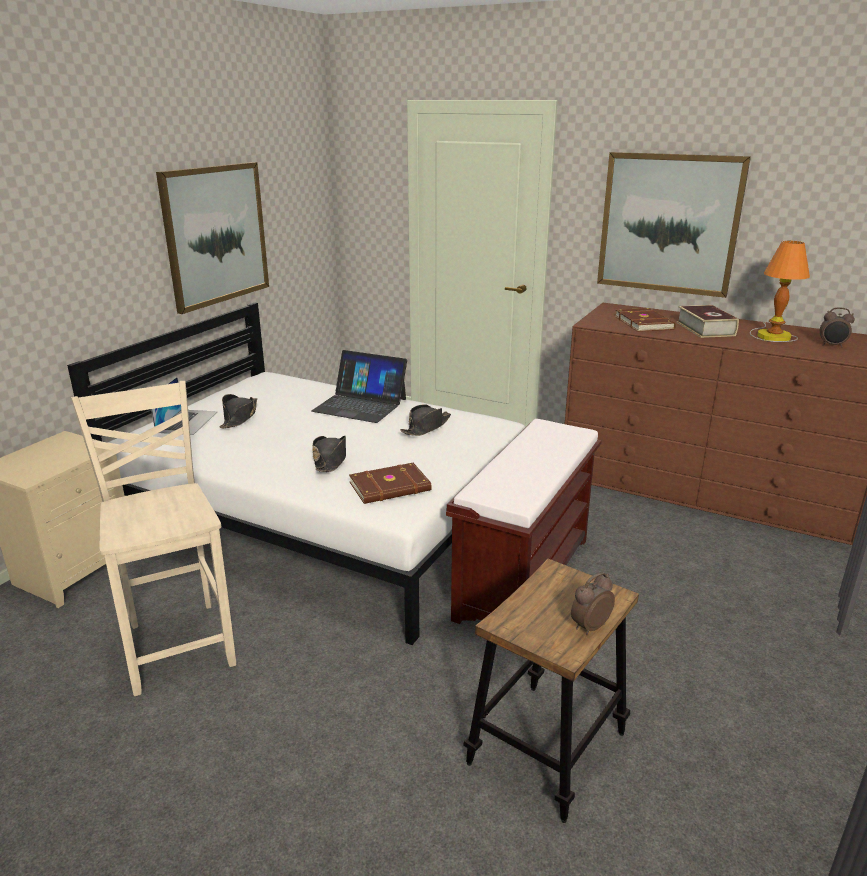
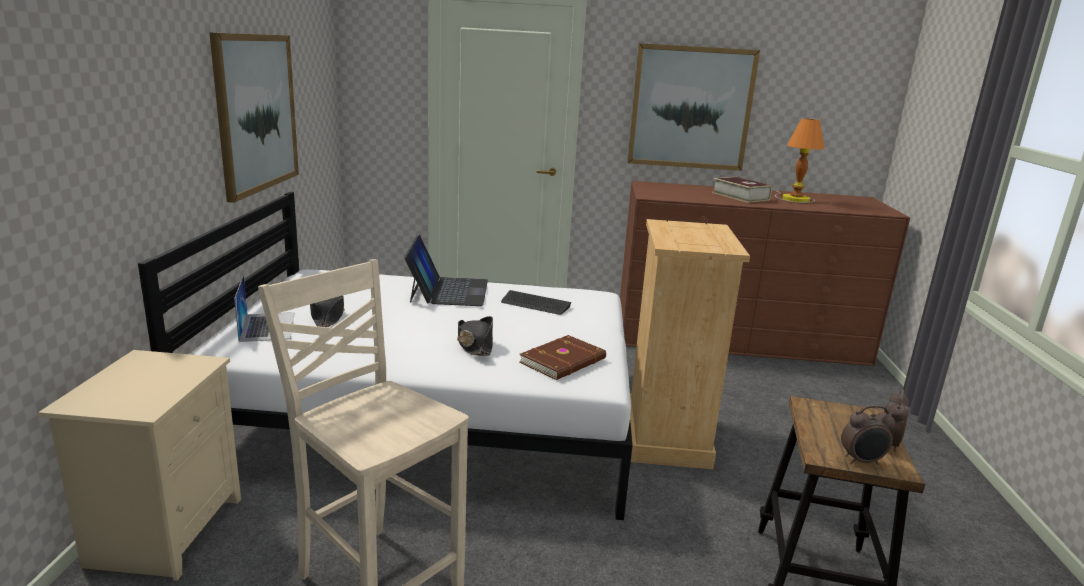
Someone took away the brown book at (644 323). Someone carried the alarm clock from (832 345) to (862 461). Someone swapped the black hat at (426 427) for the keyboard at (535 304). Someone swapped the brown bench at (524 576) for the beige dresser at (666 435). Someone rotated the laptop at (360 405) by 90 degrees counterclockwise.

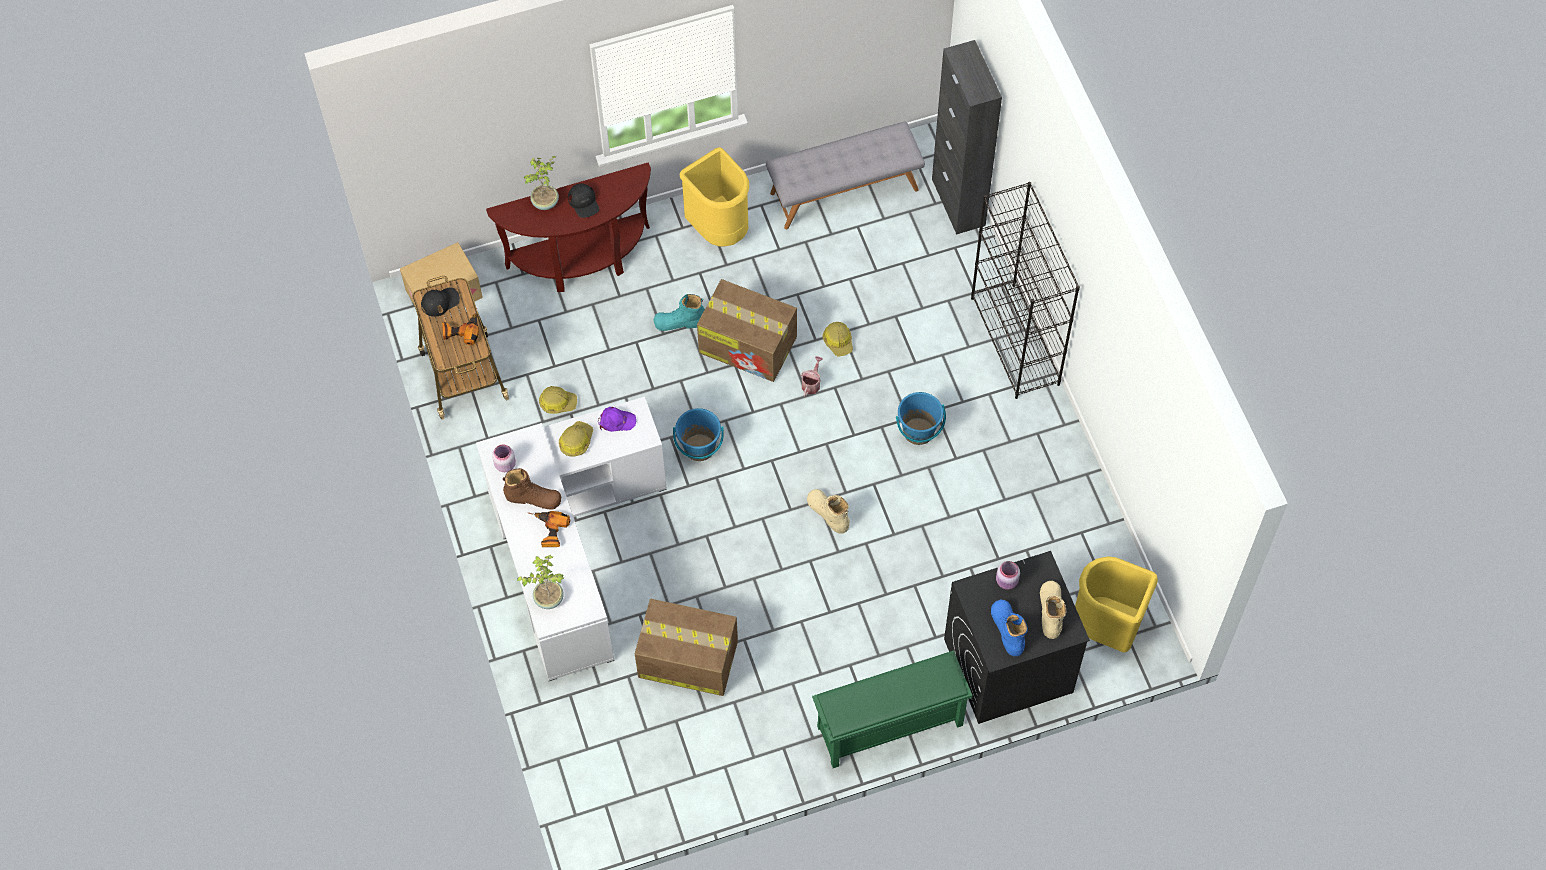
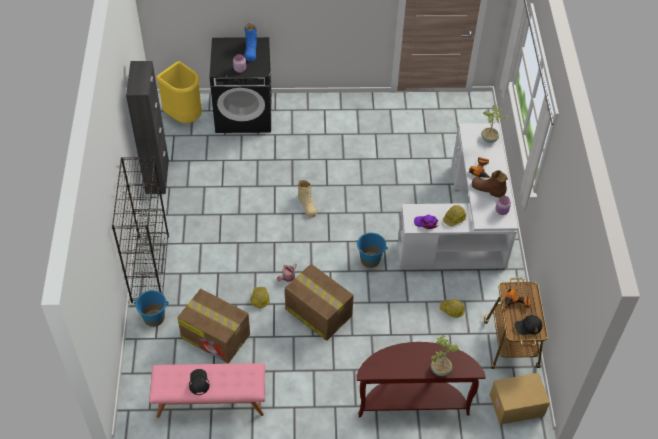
Someone took away the turquoise boot at (680 322). Someone took away the yellow trash can at (719 229). Someone took away the green shoe rack at (888 727). Someone took away the beige boot at (1050 611). Someone carried the black cap from (583 202) to (199 382). Someone carried the cardboard box from (686 659) to (216 336). Someone carried the blue bucket from (918 432) to (154 317). Someone carried the black cabinet from (958 202) to (157 177). Someone repainted the grey bench at (844 190), which became the pink bench at (210 401).

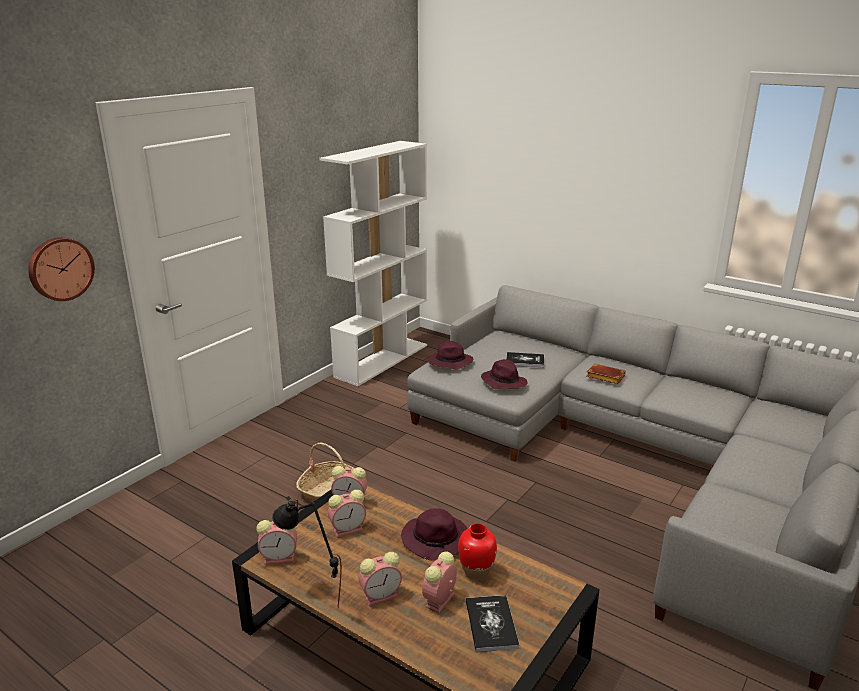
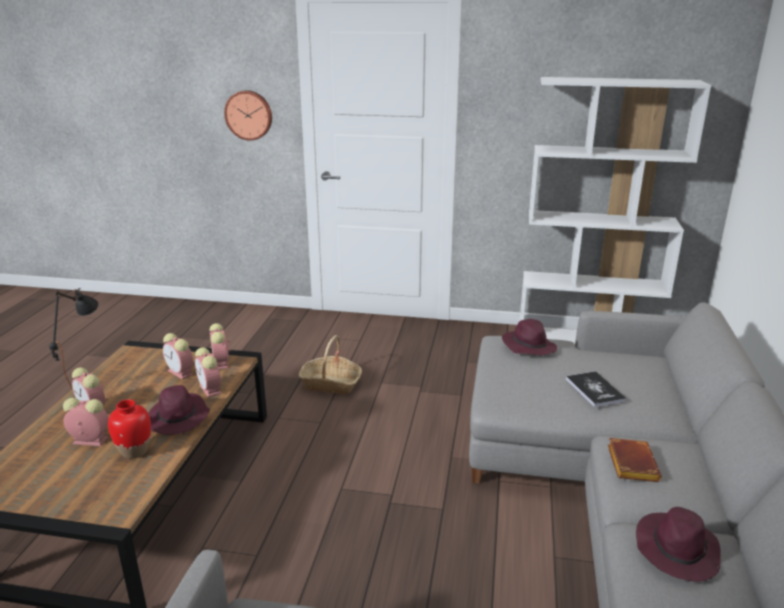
Someone took away the book at (491 624). Someone carried the alarm clock from (280 557) to (211 389). Someone carried the purple hat from (503 382) to (676 549).

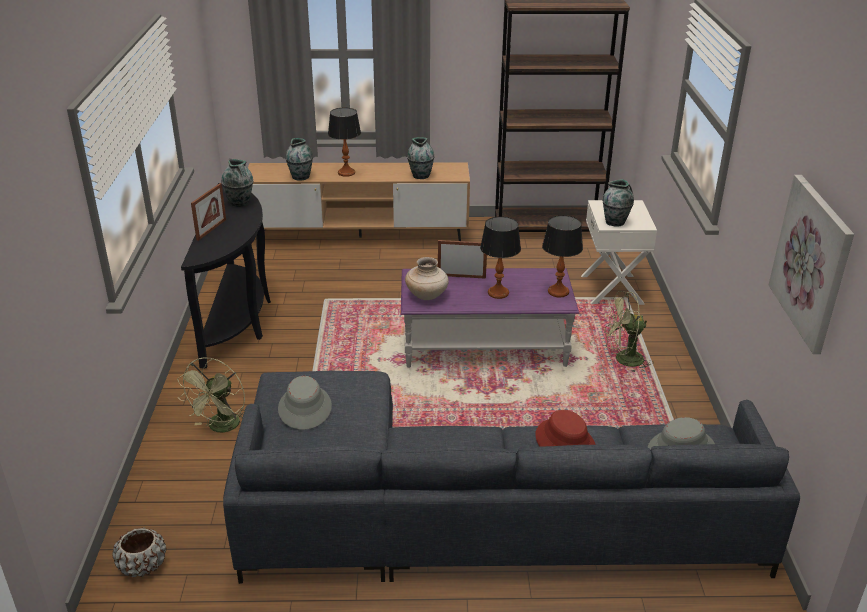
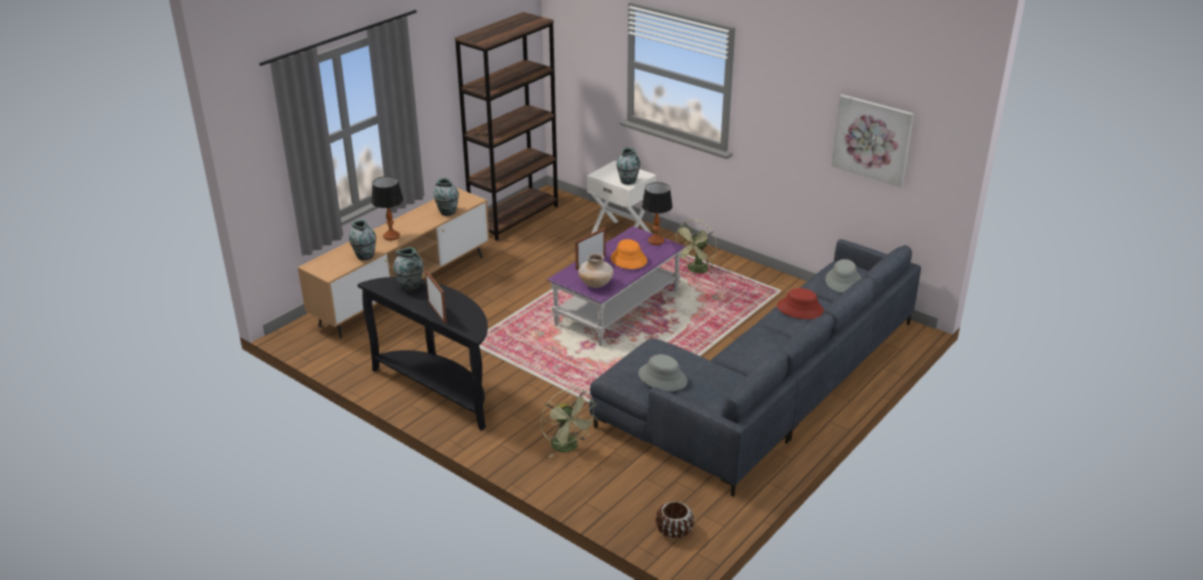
Someone swapped the table lamp at (498 293) for the orange hat at (628 260).

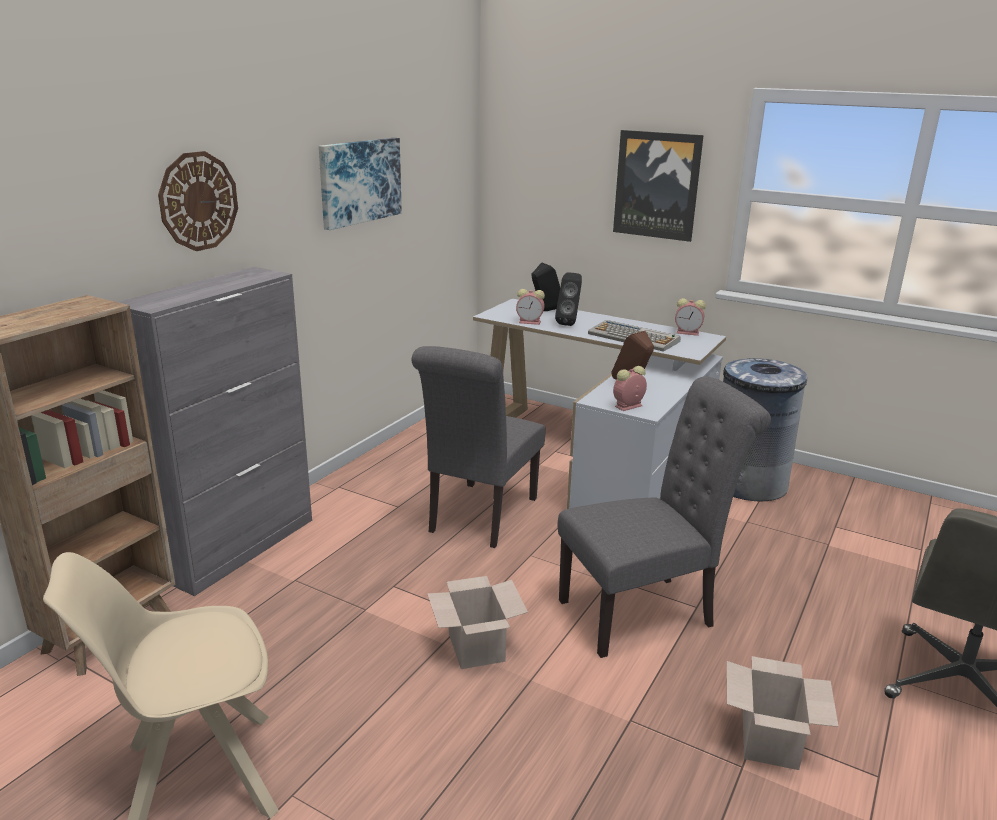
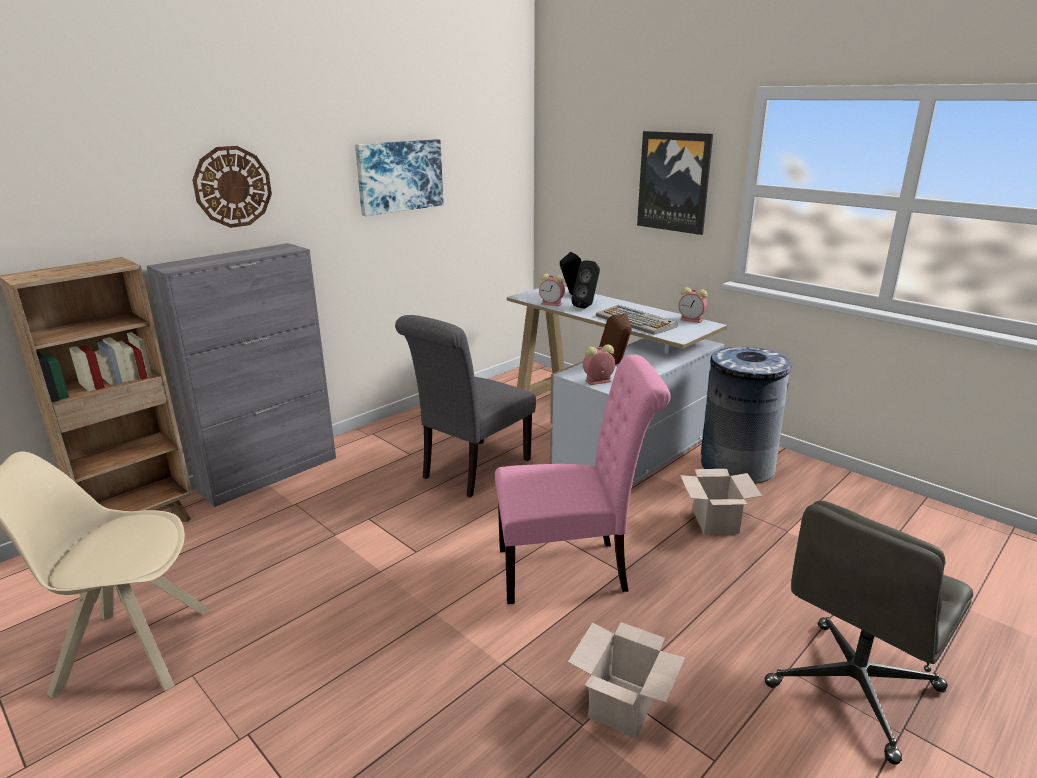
Someone carried the cardboard box from (475 646) to (714 521). Someone repainted the grey chair at (645 612), which became the pink chair at (571 569).

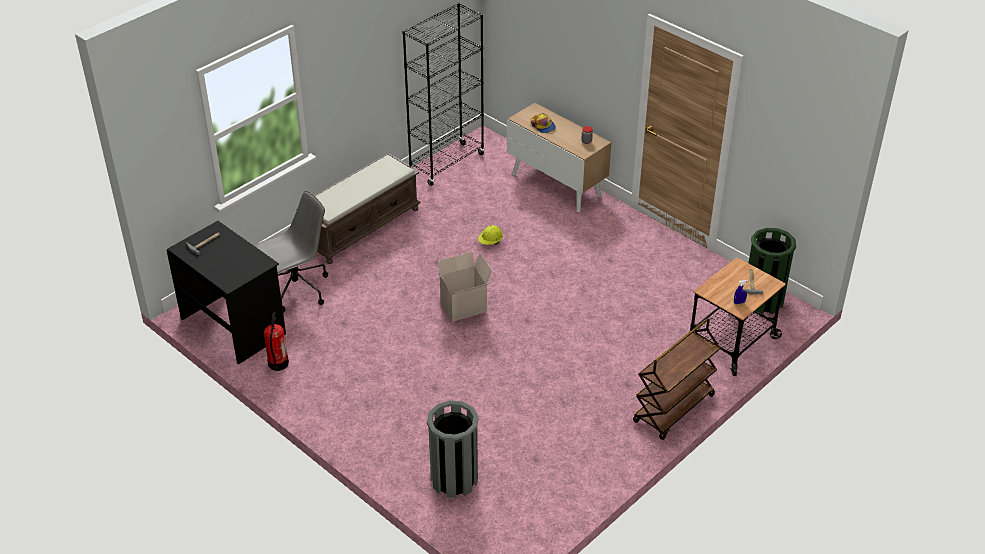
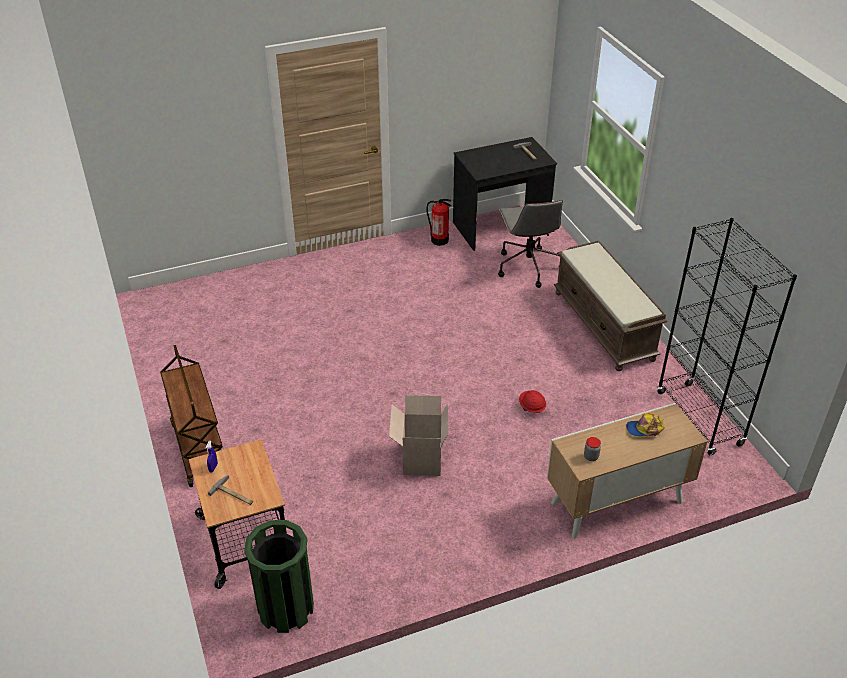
Someone took away the grey trash can at (454 479). Someone carried the cardboard box from (463 308) to (420 458). Someone repainted the yellow hard hat at (490 242), which became the red hard hat at (531 407).

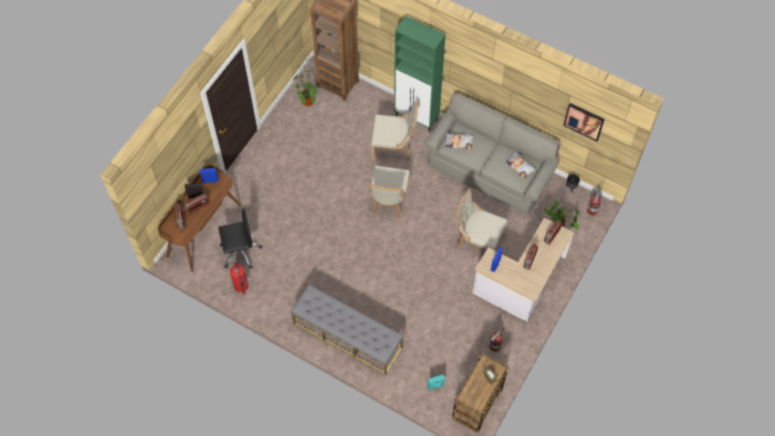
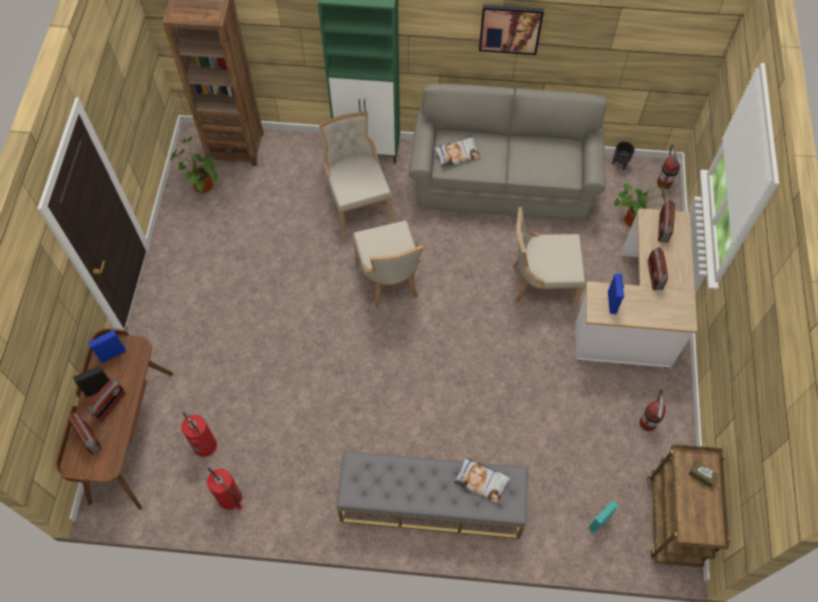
Someone carried the pillow from (520 166) to (481 481). Someone carried the picture from (584 121) to (510 28). Someone swapped the black office chair at (240 251) for the fire extinguisher at (204 444). Someone rotated the beige chair at (394 147) by 90 degrees counterclockwise.

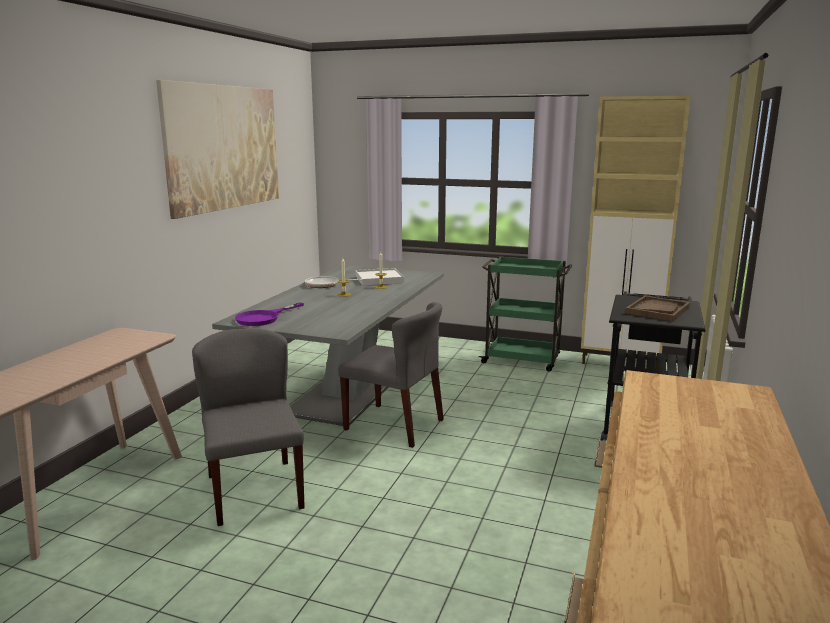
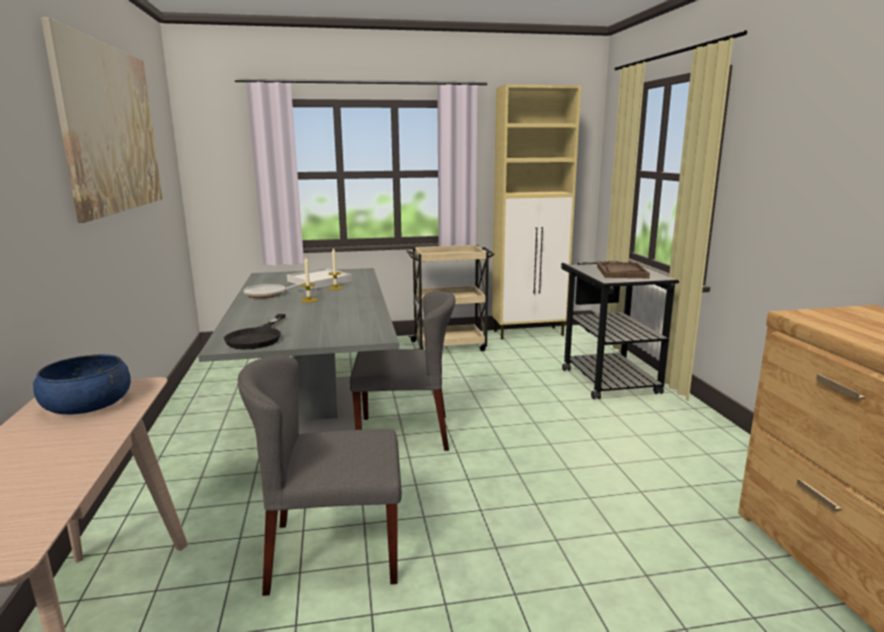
Someone put down the blue bowl at (87 403). Someone repainted the purple frying pan at (263 318), which became the black frying pan at (258 337). Someone repainted the green cart at (522 360), which became the beige cart at (450 346). Someone rotated the grey chair at (254 491) by 45 degrees counterclockwise.

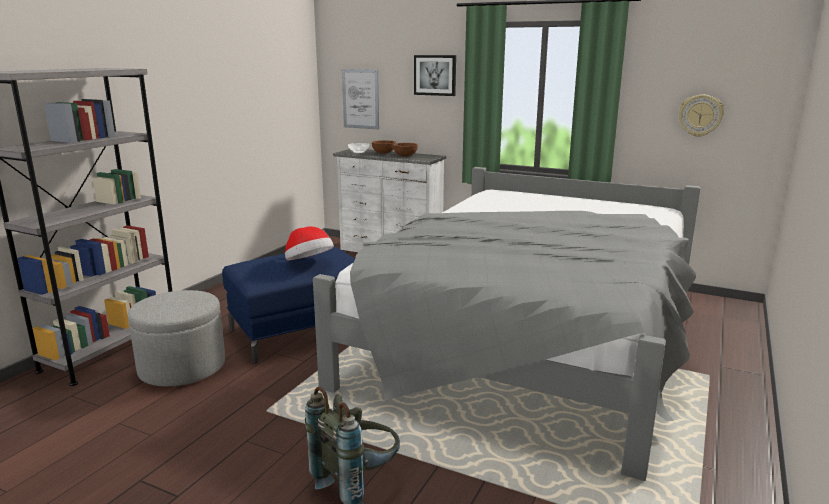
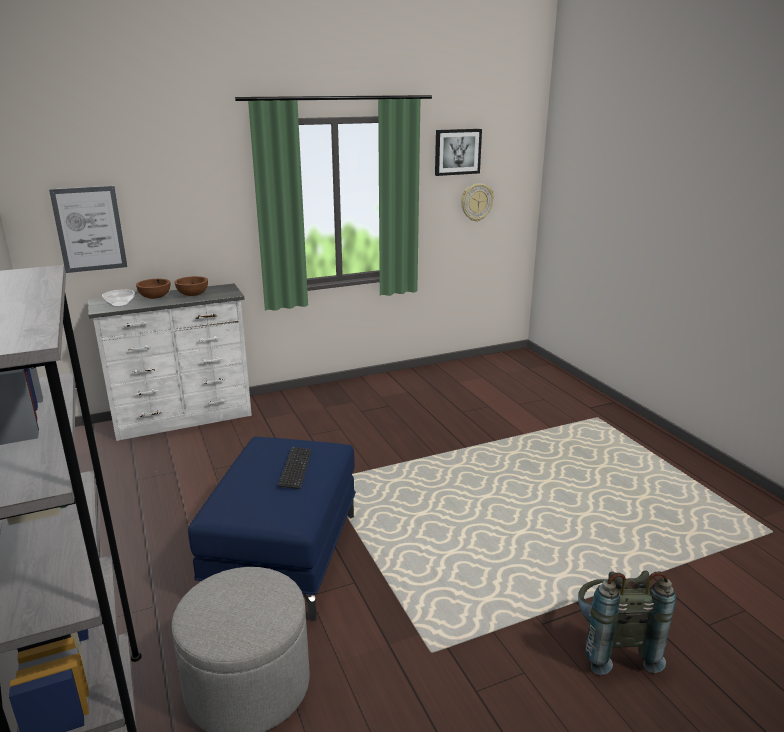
Someone took away the grey bed at (530 338). Someone carried the picture from (435 75) to (457 152). Someone swapped the hat at (309 263) for the keyboard at (295 469).

